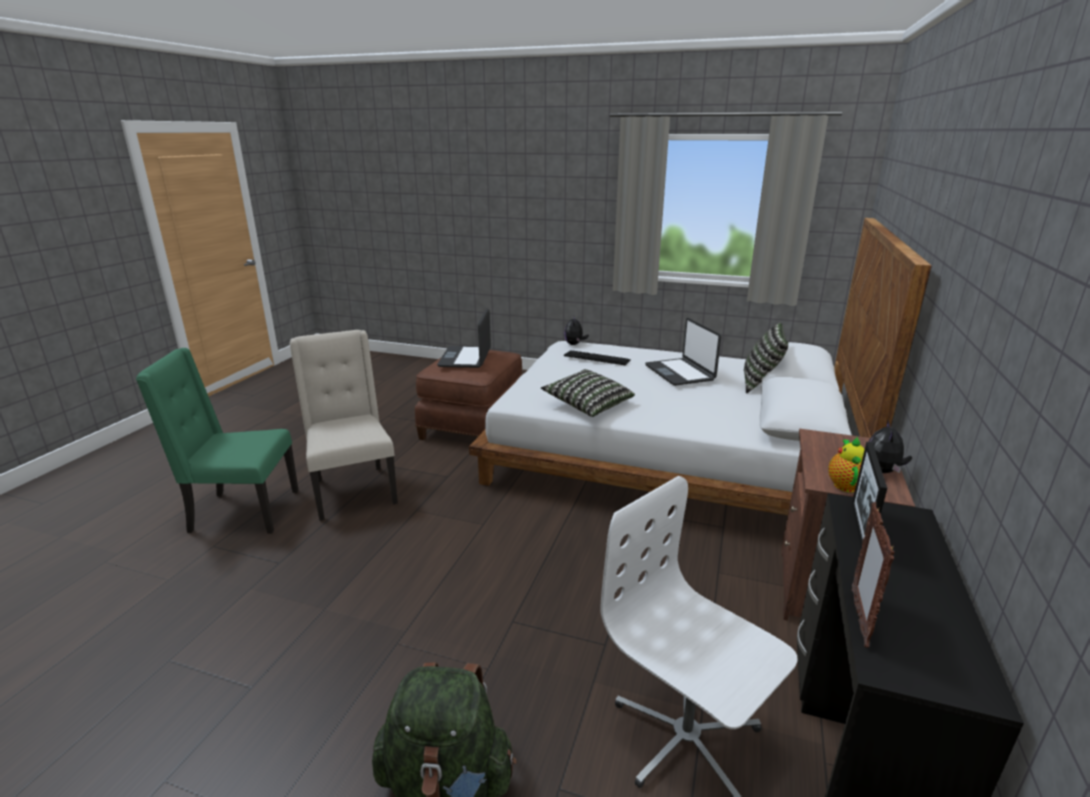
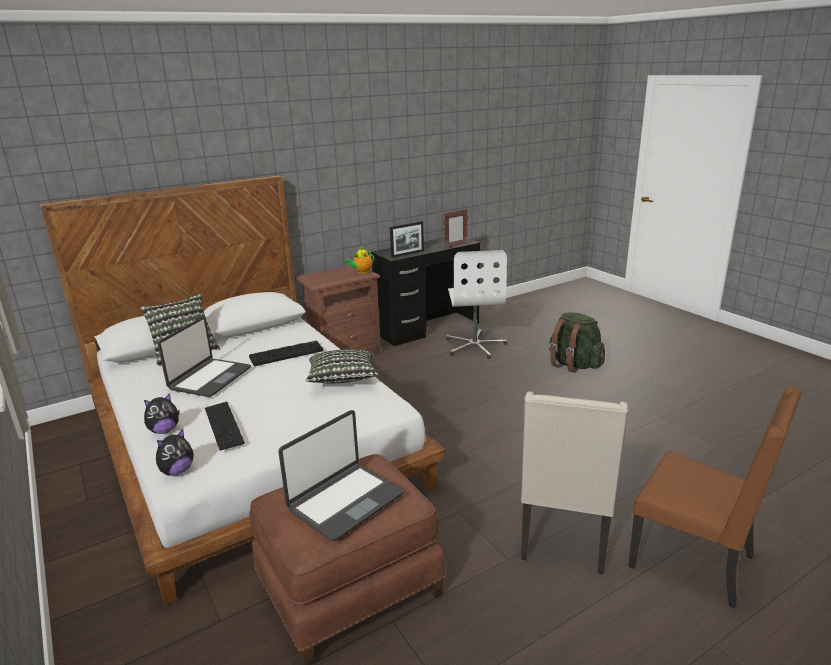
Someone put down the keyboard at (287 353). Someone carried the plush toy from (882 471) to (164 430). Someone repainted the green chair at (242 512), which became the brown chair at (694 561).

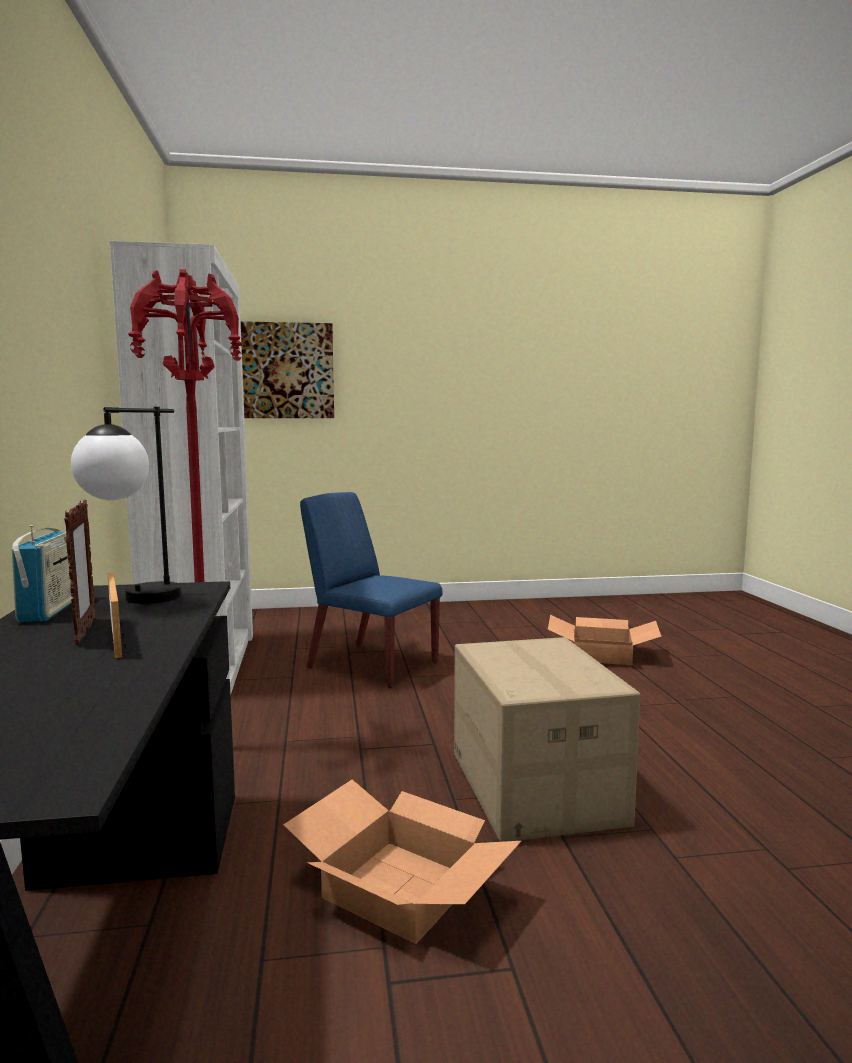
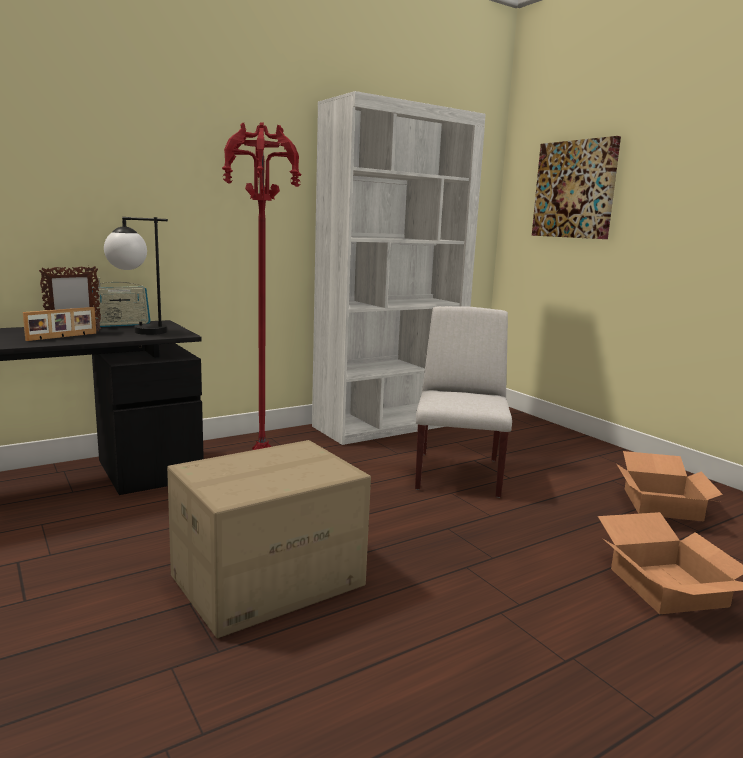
Someone carried the cardboard box from (397 889) to (660 504). Someone repainted the blue chair at (371 664), which became the white chair at (458 473).

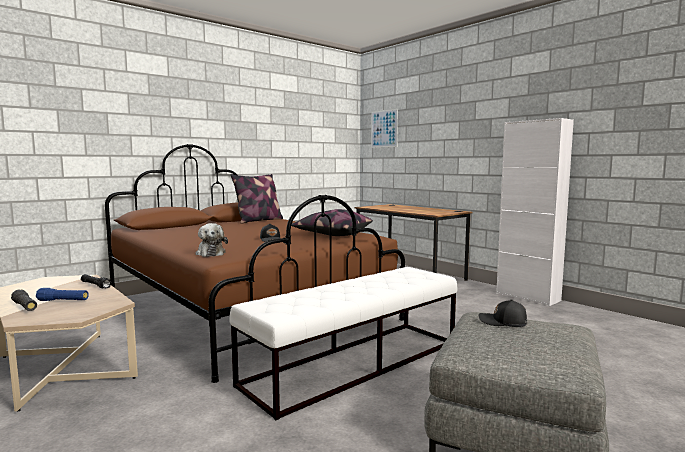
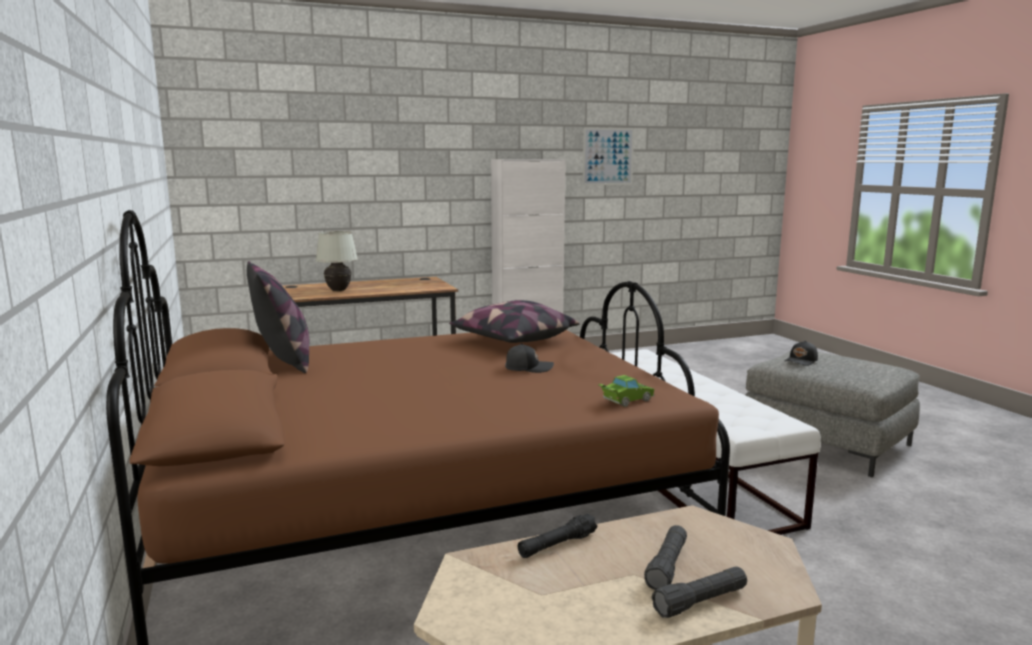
Someone put down the white table lamp at (338 291). Someone carried the picture from (384 128) to (608 156). Someone swapped the plush toy at (210 253) for the green toy car at (625 401). Someone repainted the blue flashlight at (63 301), which became the black flashlight at (667 566).

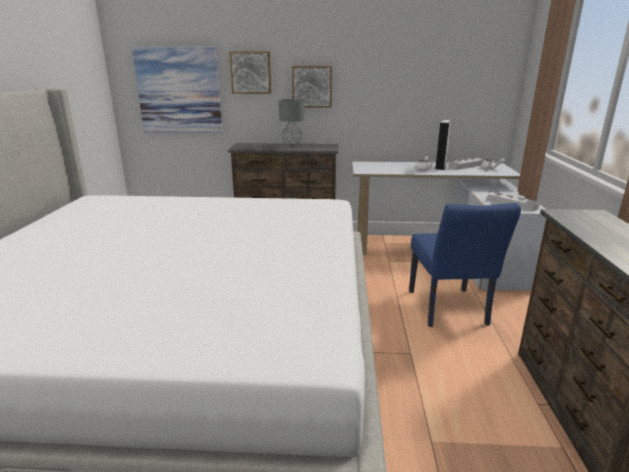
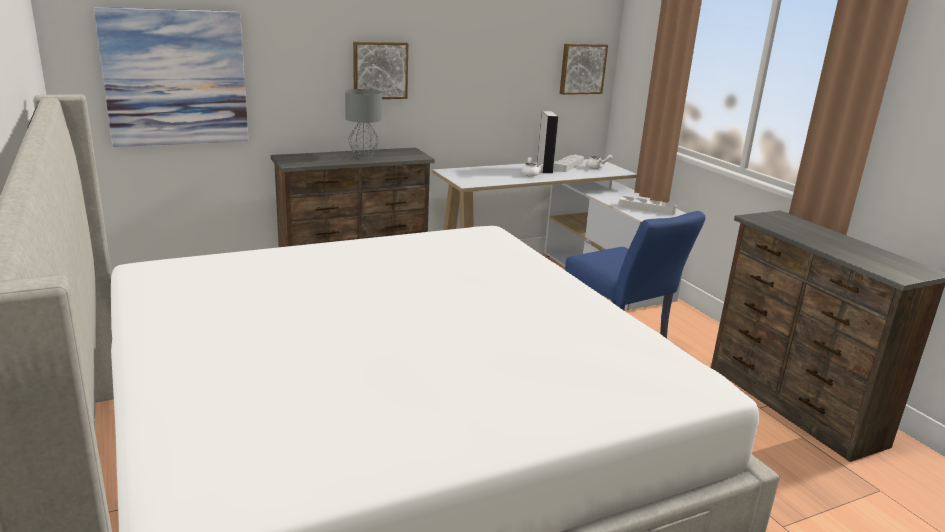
Someone carried the picture from (251 72) to (582 69).

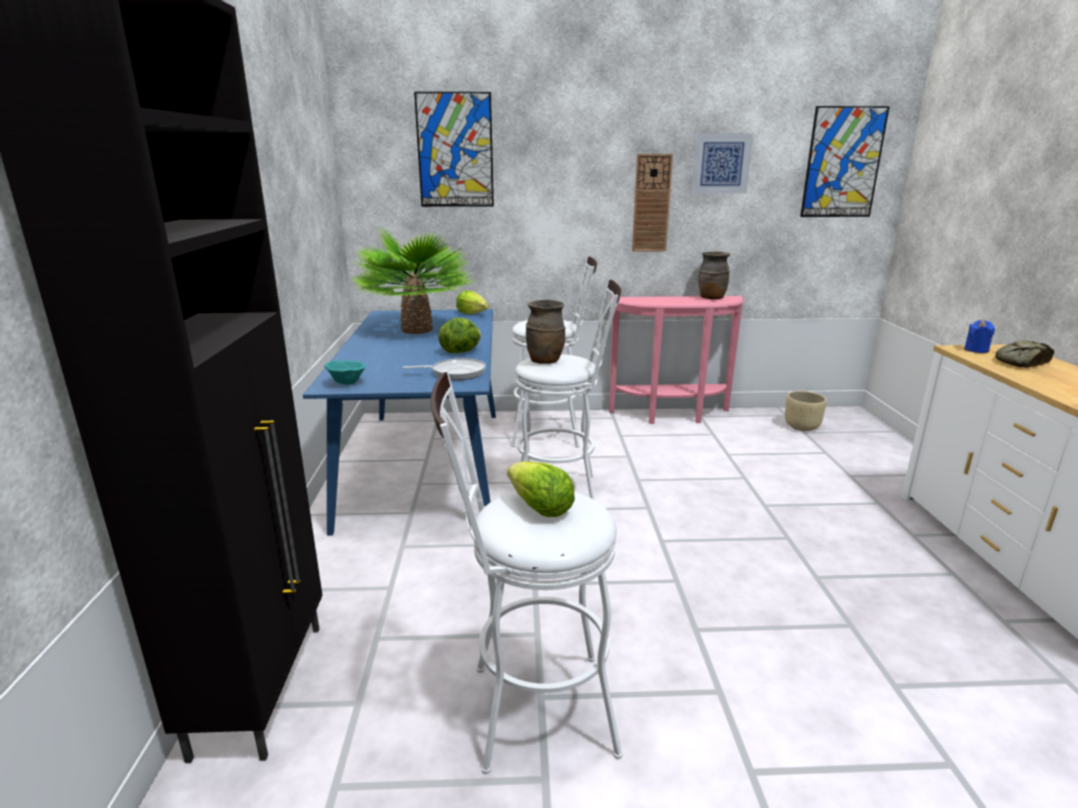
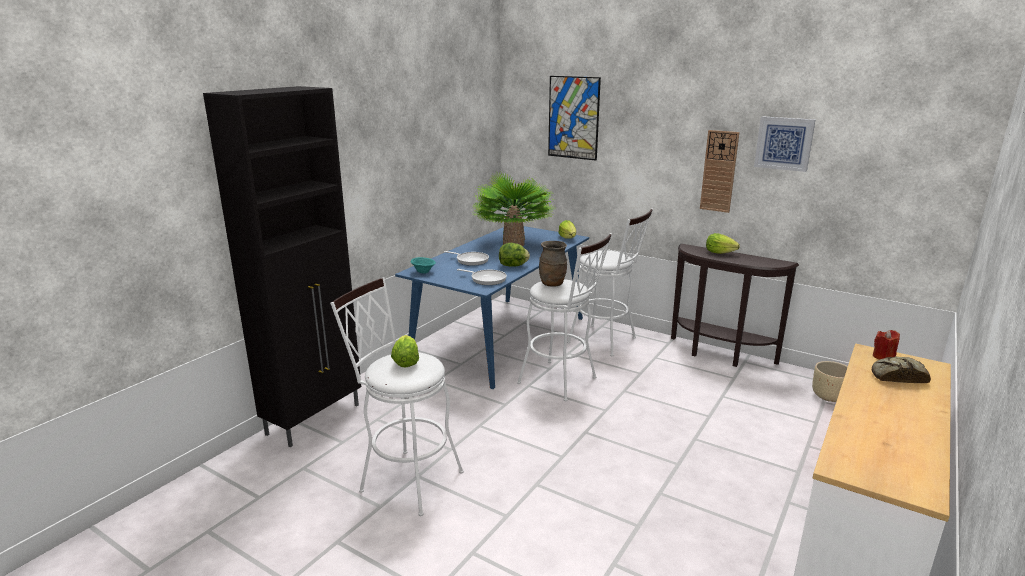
Someone took away the brown vase at (711 298). Someone took away the picture at (843 163). Someone put down the frying pan at (470 260). Someone put down the lettuce at (719 252). Someone repainted the pink console table at (672 416), which became the brown console table at (719 355). Someone repainted the blue candle at (976 350), which became the red candle at (883 357).

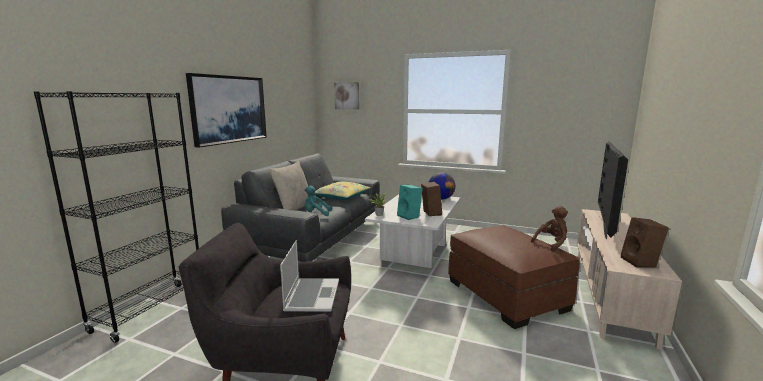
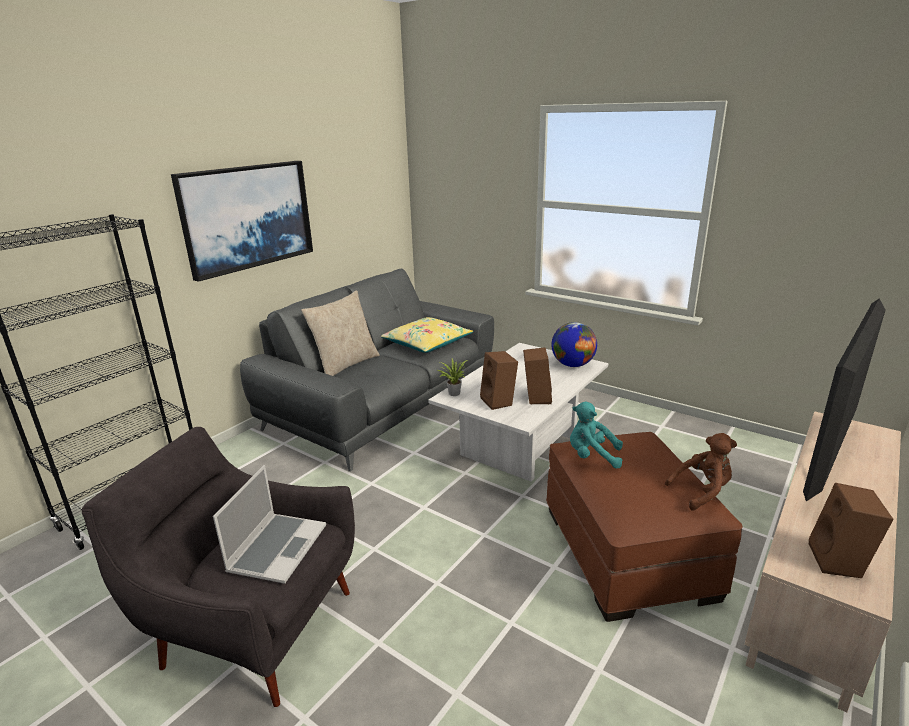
Someone took away the picture at (347 96). Someone carried the turquoise plush toy from (316 214) to (592 456). Someone repainted the turquoise speaker at (410 216), which became the brown speaker at (499 401).

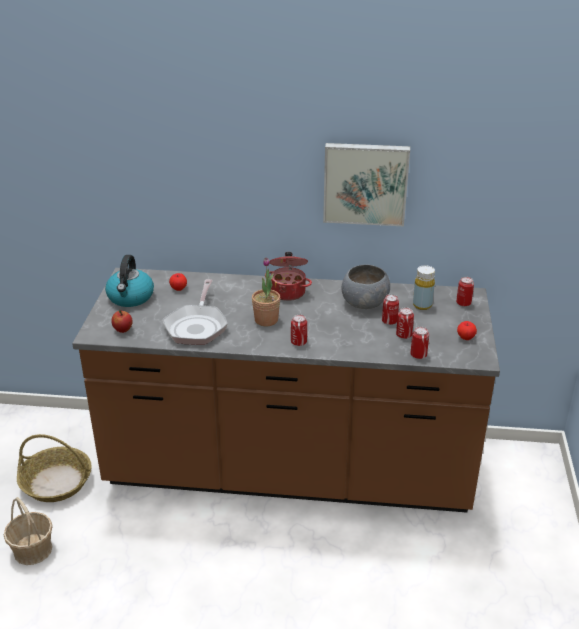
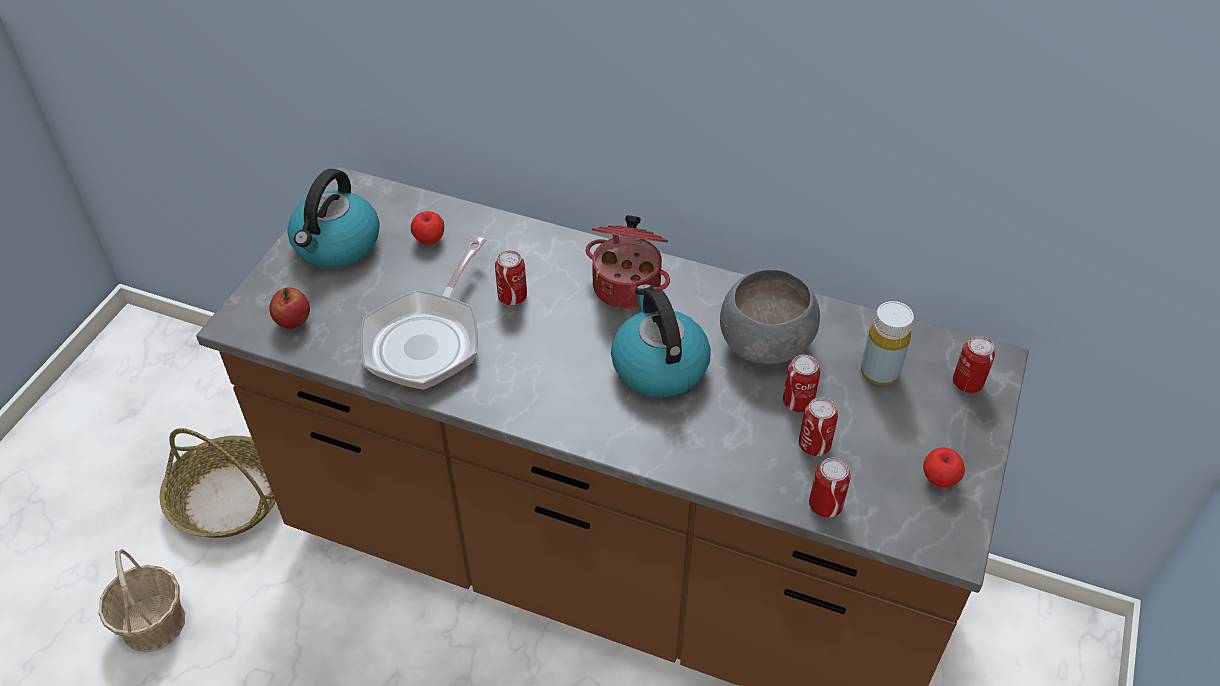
Someone took away the potted plant at (266 320). Someone took away the picture at (365 183). Someone put down the kettle at (658 365). Someone carried the can from (298 342) to (512 297).

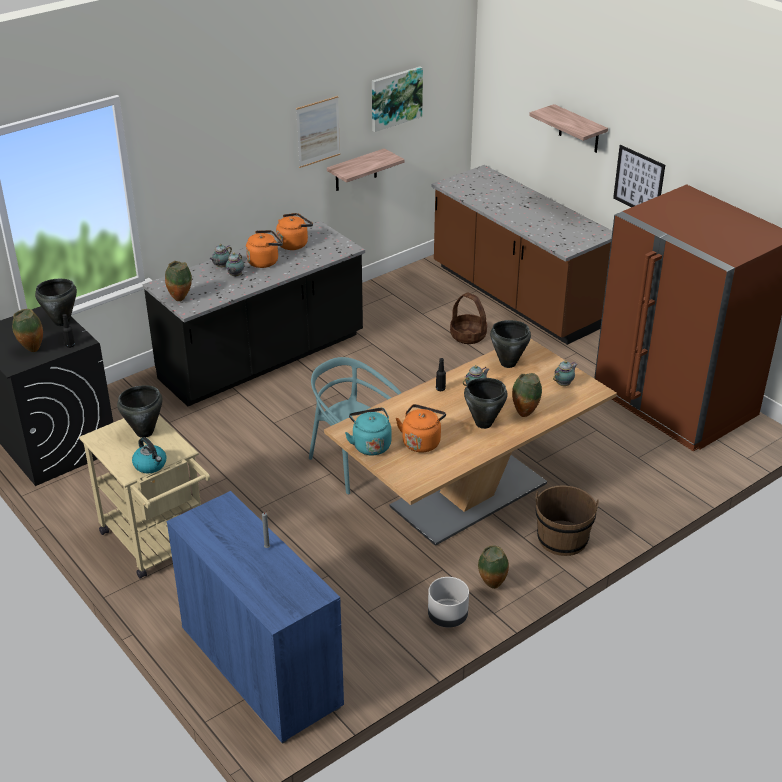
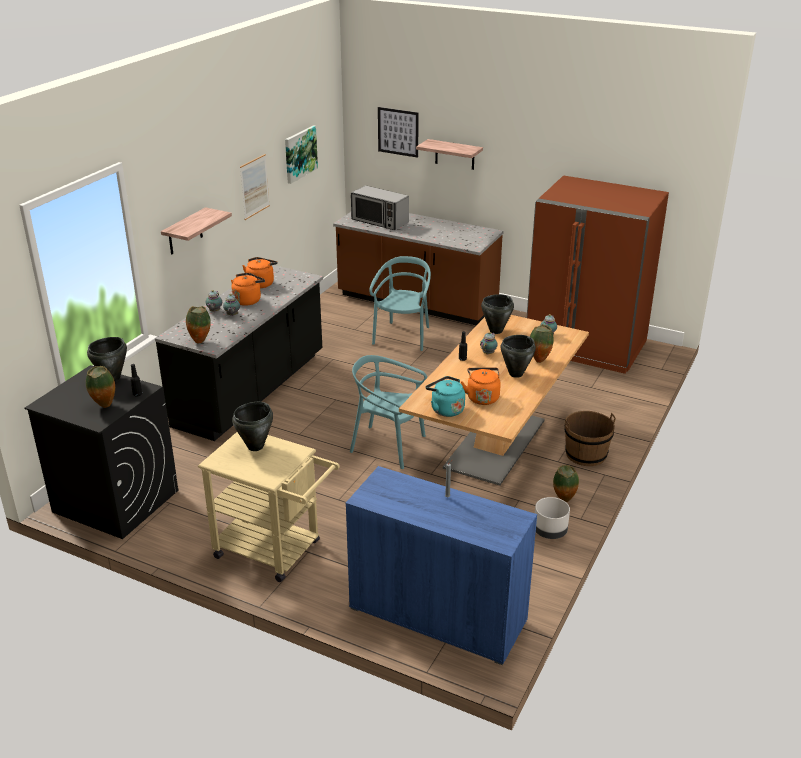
Someone took away the kettle at (150 465). Someone put down the microwave at (379 221). Someone carried the shelf from (356 170) to (185 232). Someone carried the picture from (639 181) to (398 132). Someone swapped the basket at (468 336) for the turquoise chair at (403 336).

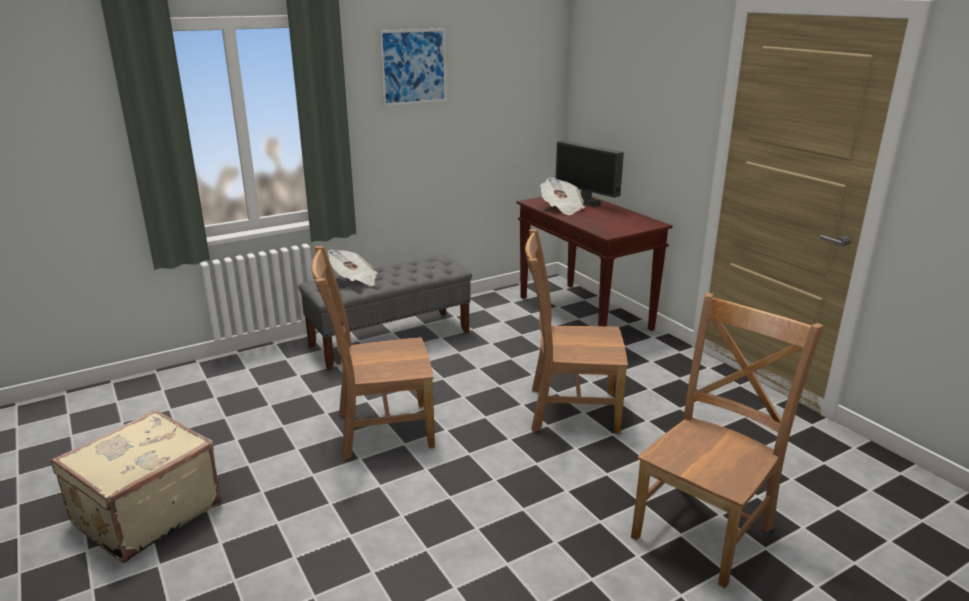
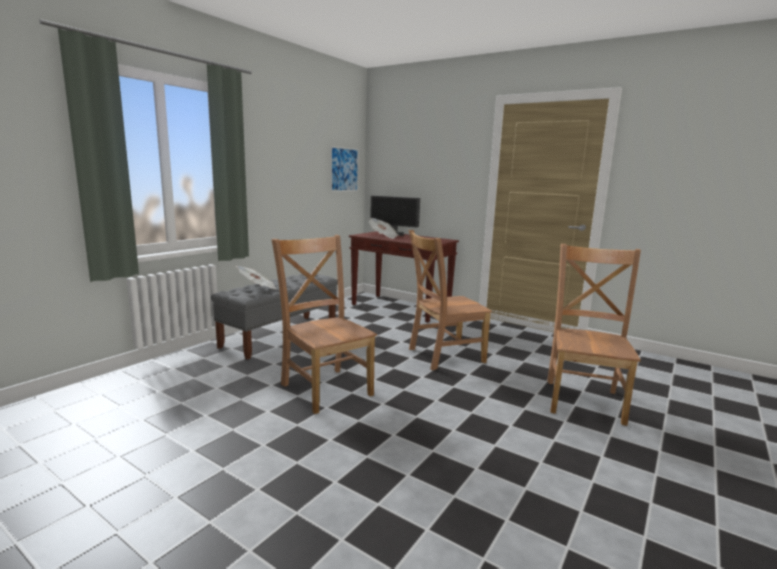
Someone took away the beige suitcase at (145 513). Someone carried the picture from (413 67) to (344 169). Someone rotated the brown chair at (380 430) by 90 degrees clockwise.

